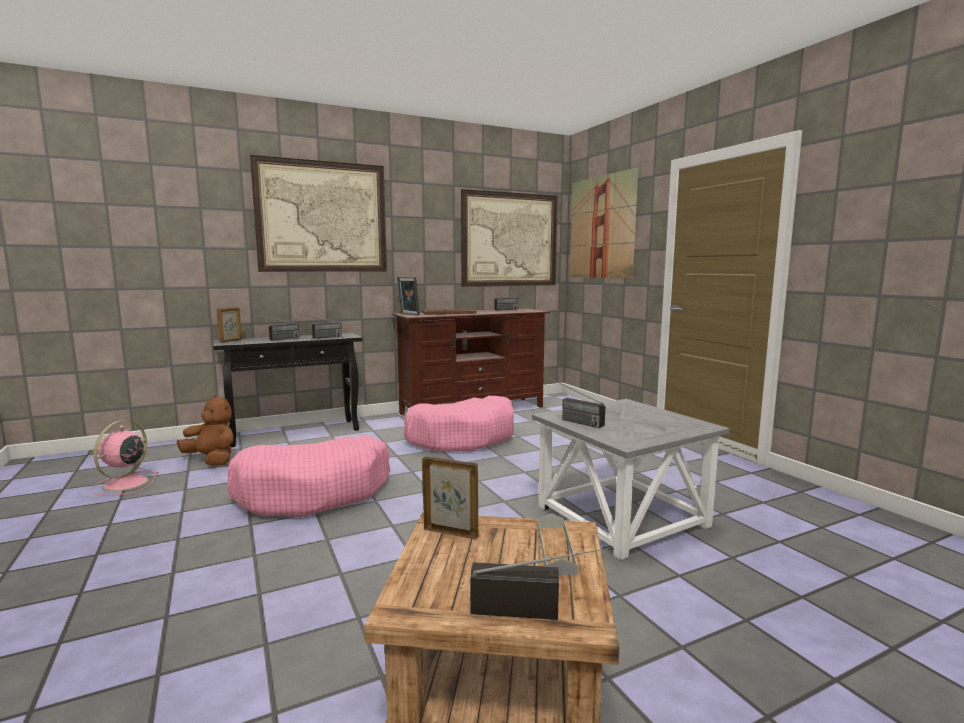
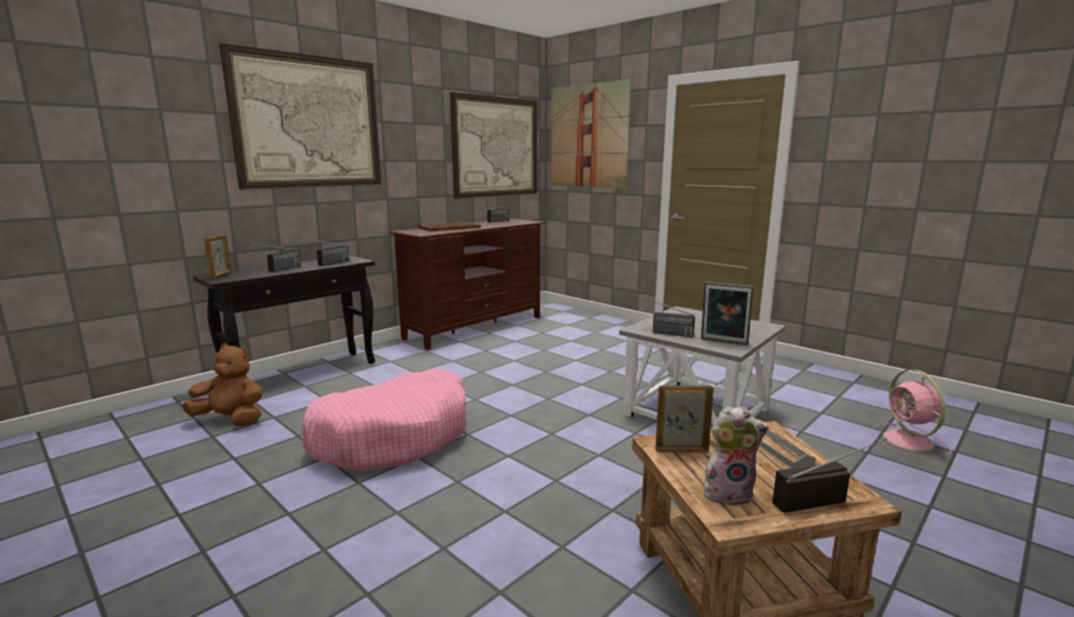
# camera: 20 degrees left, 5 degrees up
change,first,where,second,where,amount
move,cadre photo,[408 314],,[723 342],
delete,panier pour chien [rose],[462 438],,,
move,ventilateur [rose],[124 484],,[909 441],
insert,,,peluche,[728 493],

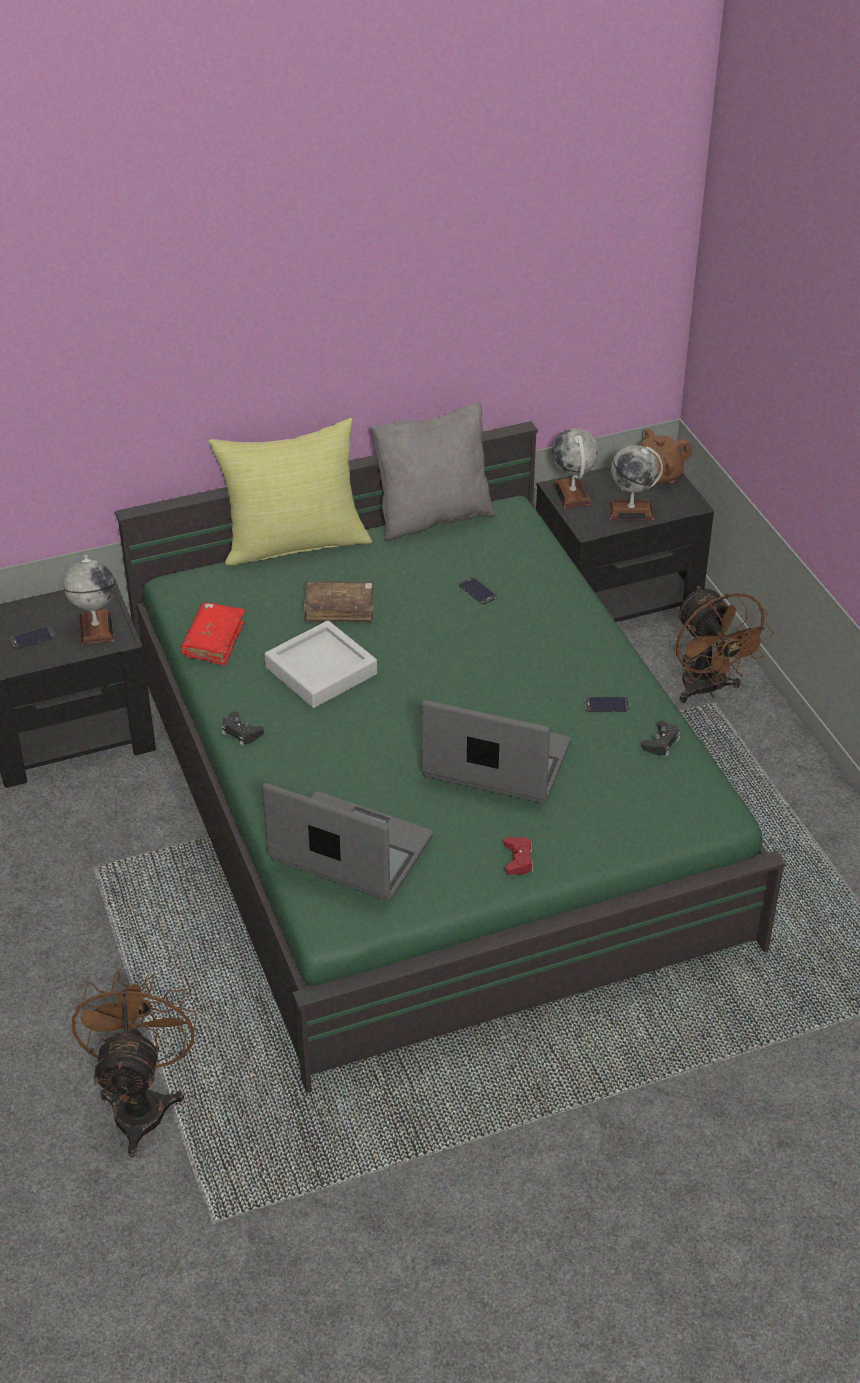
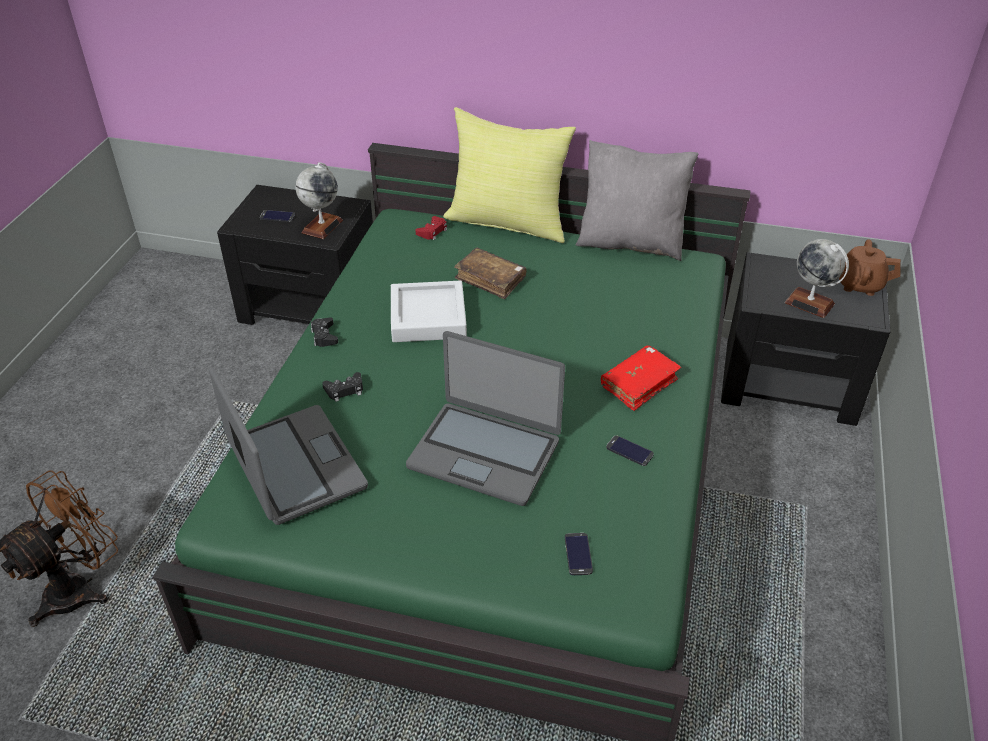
# camera: 35 degrees right, 0 degrees up
change,first,where,second,where,amount
delete,globe,[572 494],,,
move,téléphone,[477 591],,[578 554],
delete,ventilateur [marron],[707 690],,,
move,livre [rouge],[214 641],,[639 384],
rotate,ordinateur portable,[495 762],,[485 452],150 degrees clockwise
move,manette [noir],[661 743],,[345 390],
move,manette [rouge],[518 859],,[432 231],

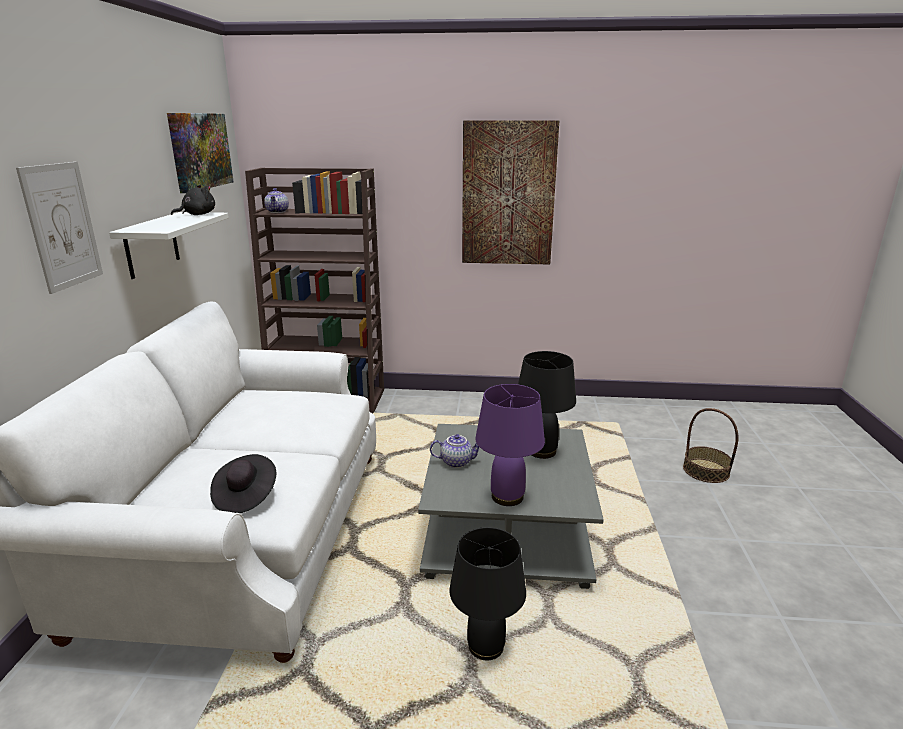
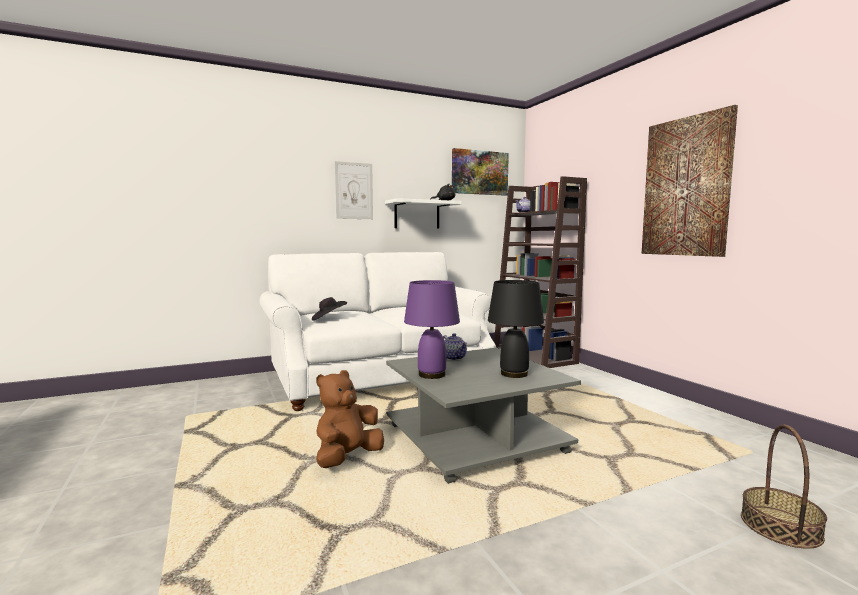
# camera: 60 degrees right, 15 degrees down
change,first,where,second,where,amount
replace,lampe de table [noir],[485 647],peluche [marron],[347 458],

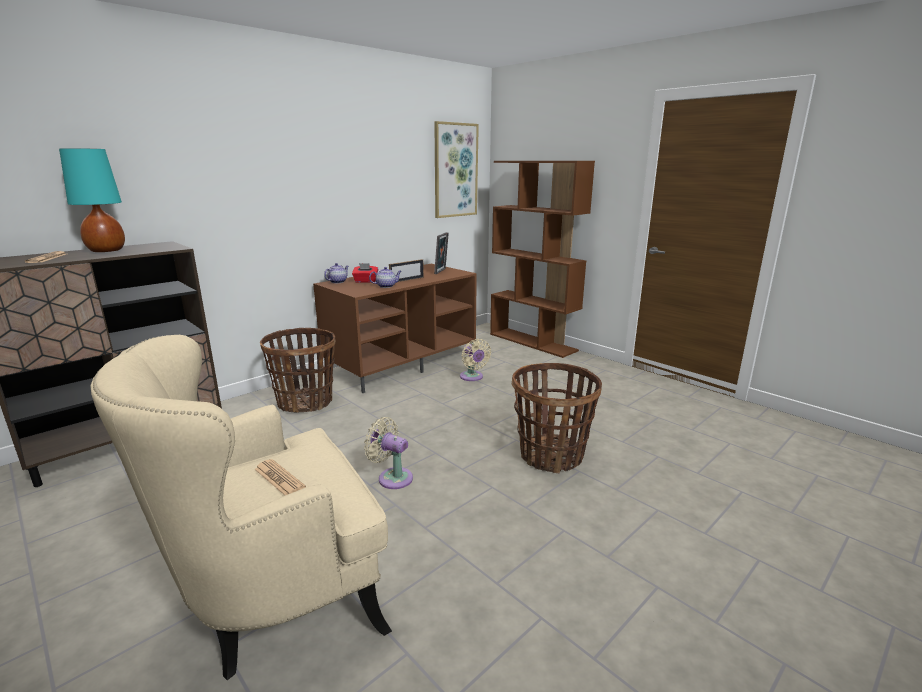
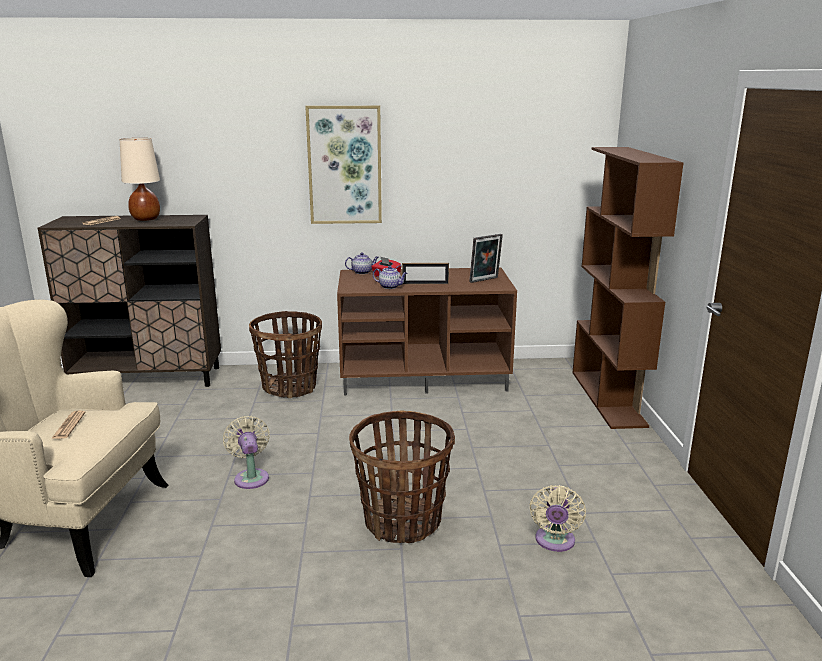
# camera: 40 degrees right, 0 degrees up
change,first,where,second,where,amount
move,tableau,[455 170],,[344 165],
recolor,lampe de table [turquoise],[107 251],lampe de table [beige],[146 219],
move,ventilateur [beige],[472 377],,[554 542],

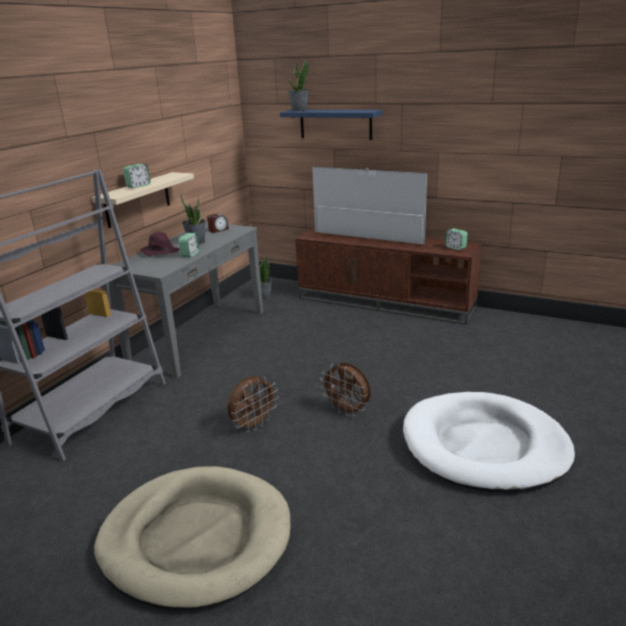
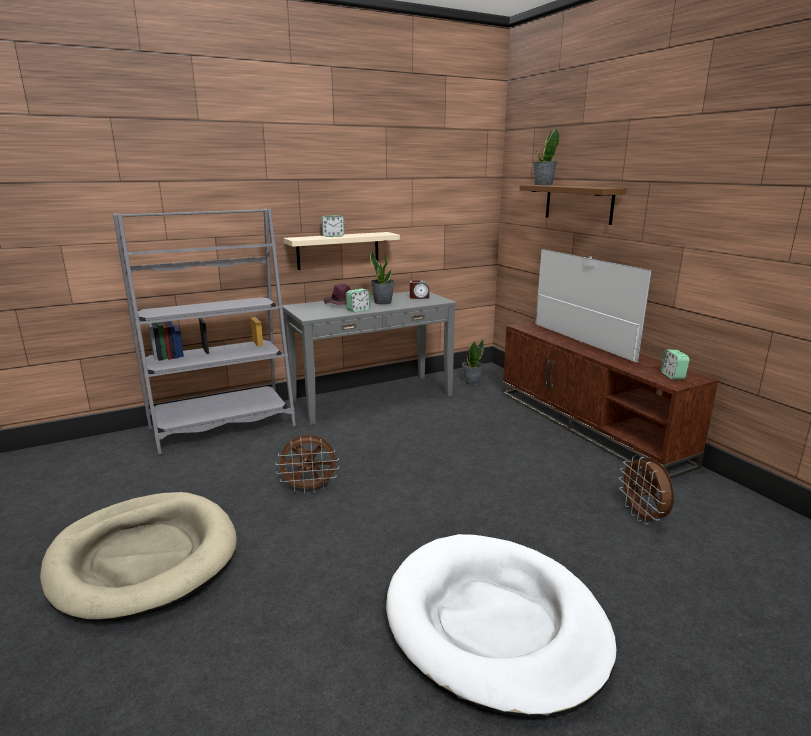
# camera: 35 degrees right, 5 degrees down
change,first,where,second,where,amount
recolor,étagère [bleu],[335 124],étagère [marron],[578 203],
move,ventilateur [marron],[347 411],,[643 517],

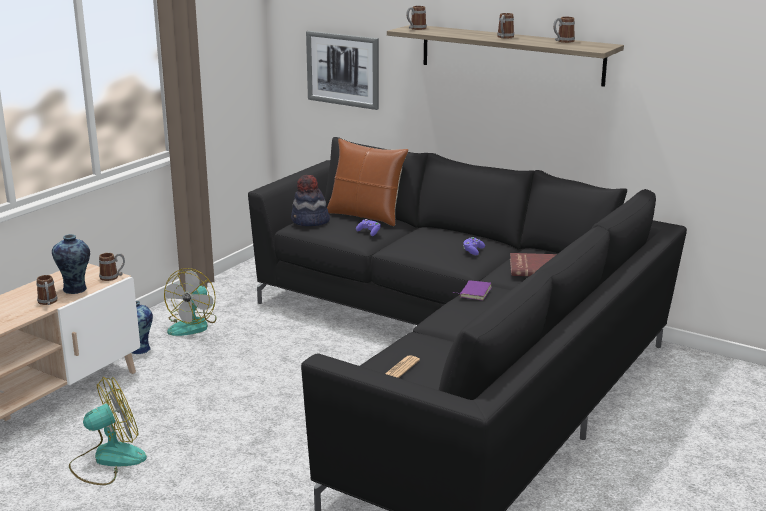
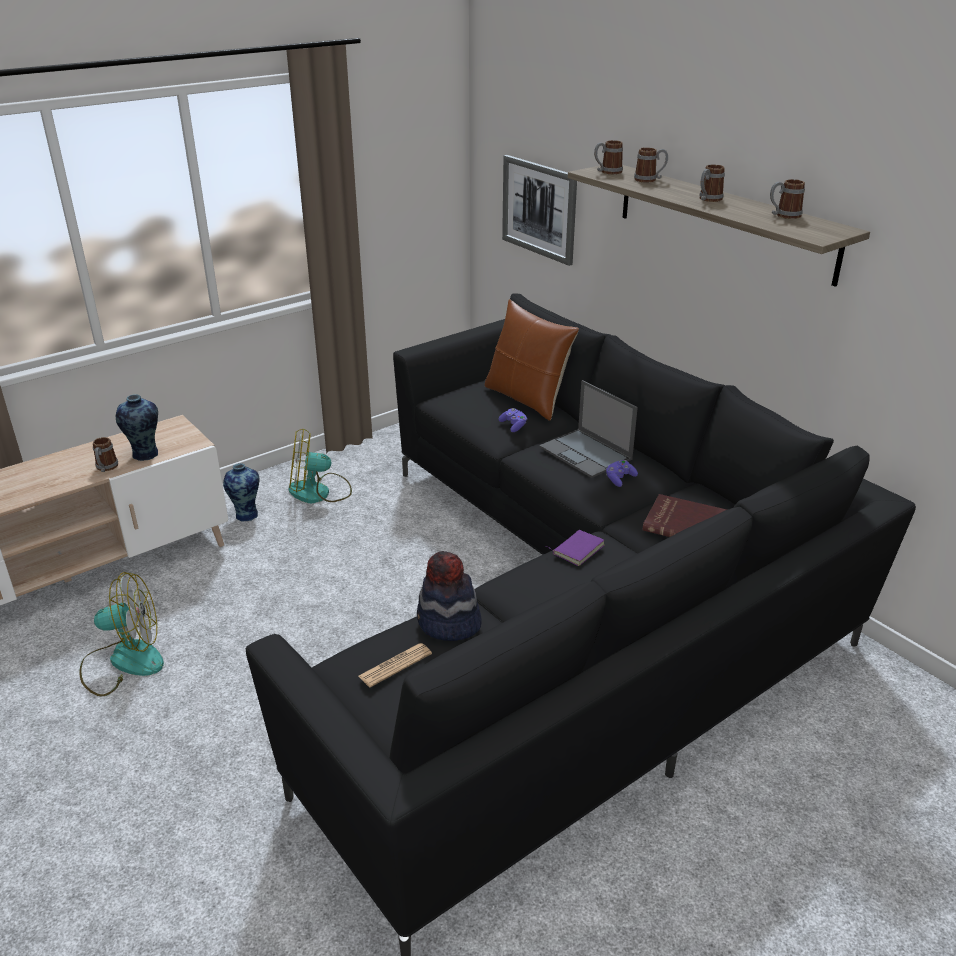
# camera: 20 degrees right, 10 degrees up
change,first,where,second,where,amount
move,chapeau,[310 221],,[448 623],
move,mug,[113 277],,[649 180],
rotate,ventilateur,[193 325],,[319 492],45 degrees clockwise
insert,,,ordinateur portable,[586 453],

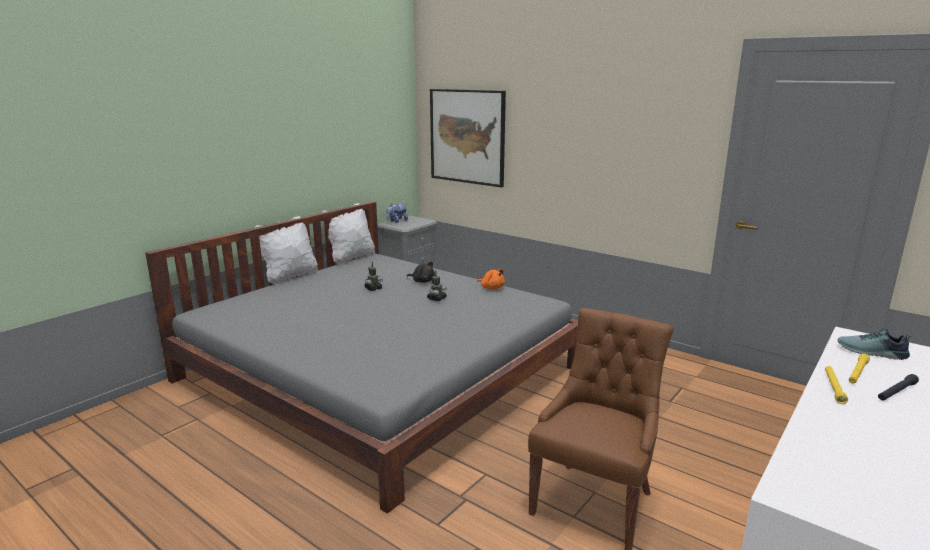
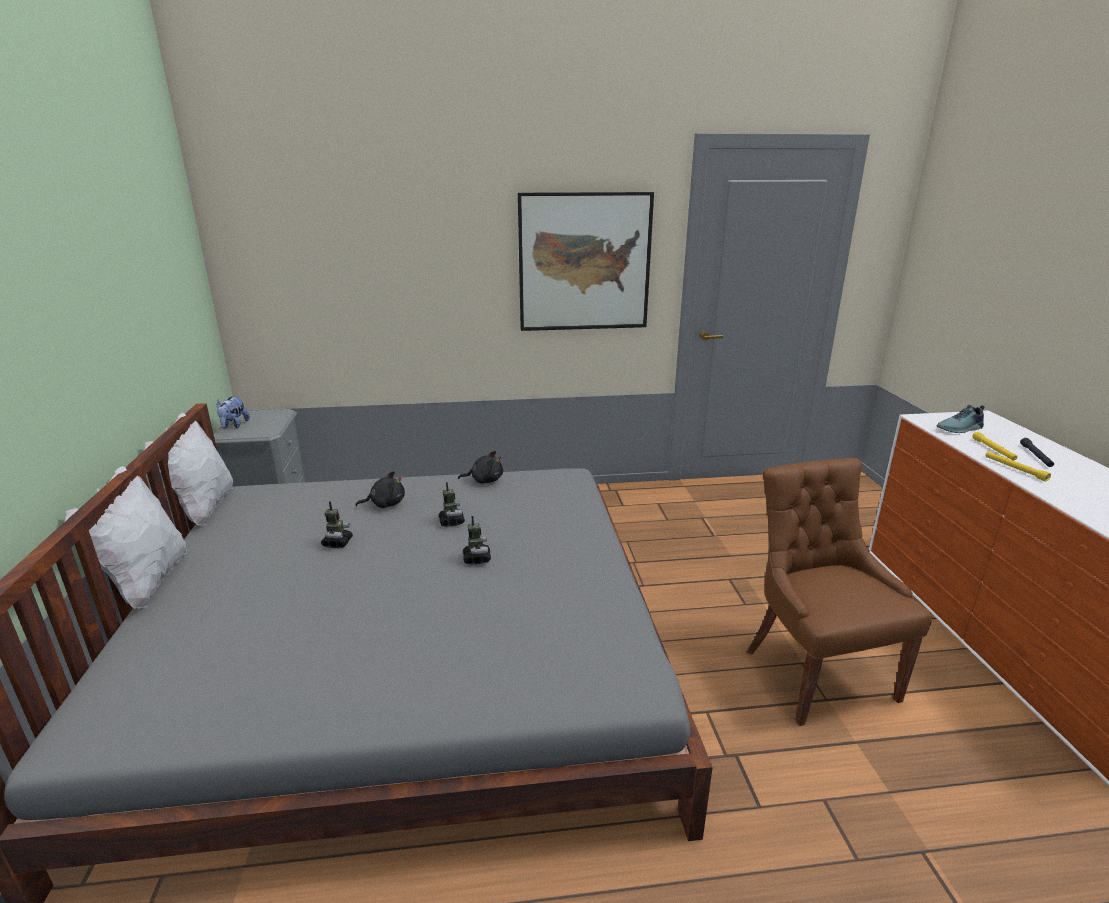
# camera: 45 degrees left, 5 degrees up
change,first,where,second,where,amount
move,tableau,[467 136],,[584 262],
recolor,peluche [orange],[492 288],peluche [noir],[484 480],
insert,,,robot jouet,[477 559],

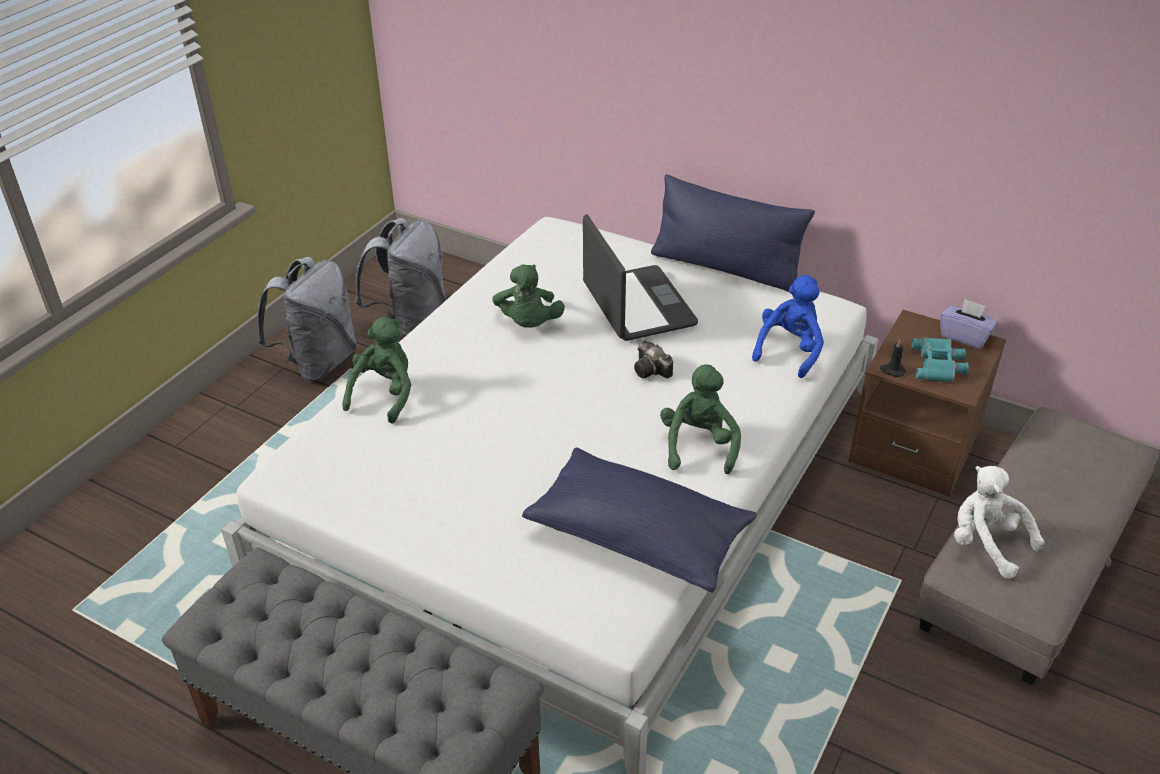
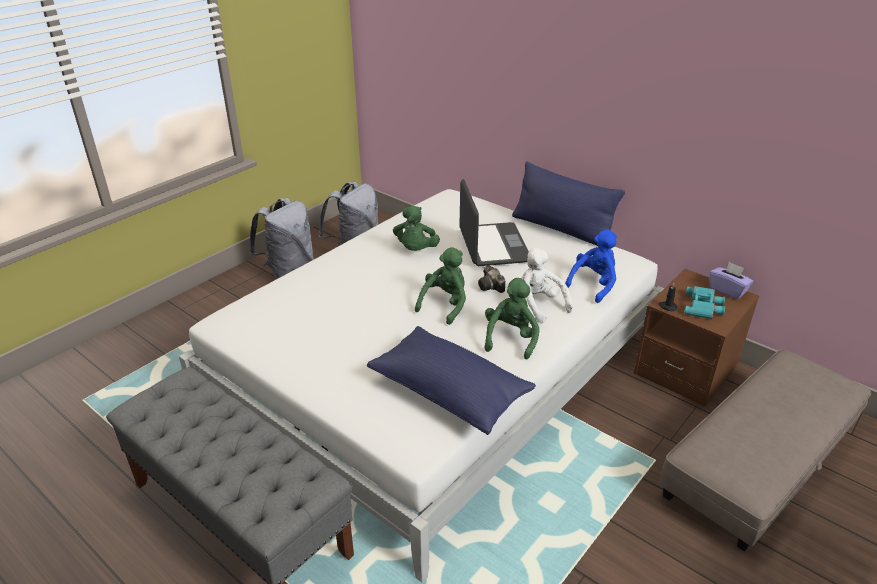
# camera: 10 degrees right, 5 degrees down
change,first,where,second,where,amount
move,peluche [vert],[385 394],,[445 305],
move,peluche [blanc],[986 544],,[537 305],

